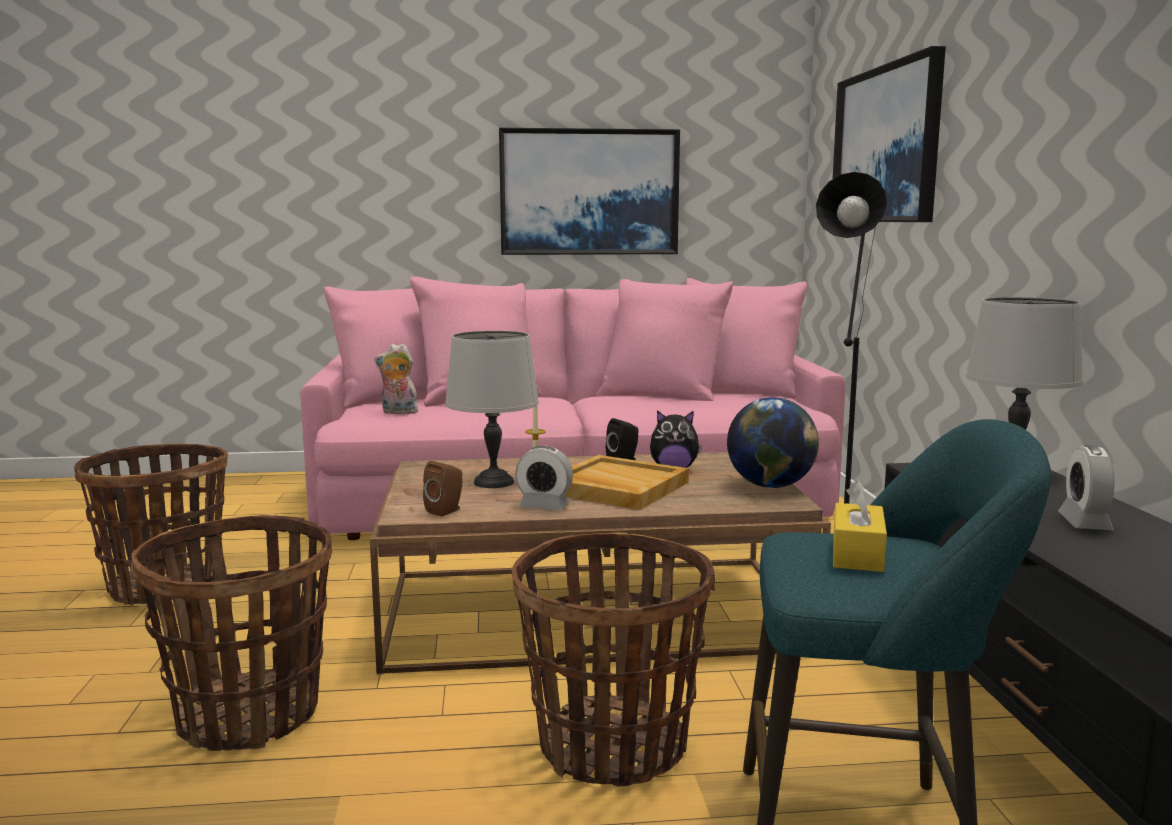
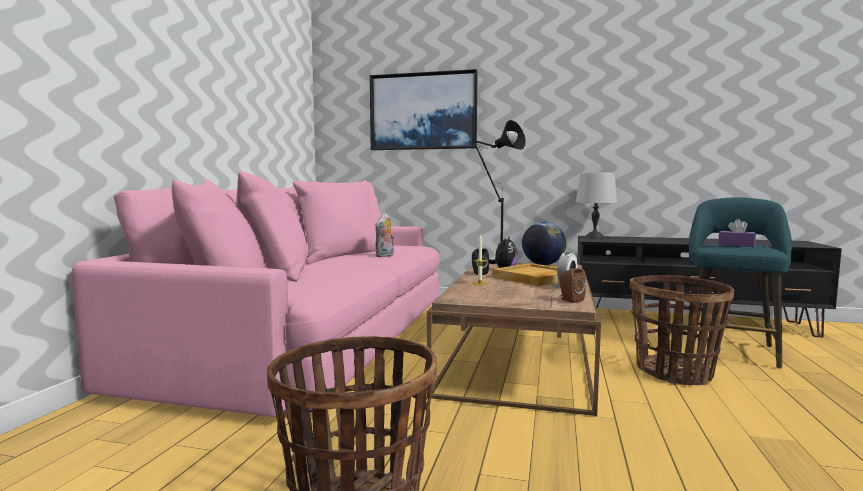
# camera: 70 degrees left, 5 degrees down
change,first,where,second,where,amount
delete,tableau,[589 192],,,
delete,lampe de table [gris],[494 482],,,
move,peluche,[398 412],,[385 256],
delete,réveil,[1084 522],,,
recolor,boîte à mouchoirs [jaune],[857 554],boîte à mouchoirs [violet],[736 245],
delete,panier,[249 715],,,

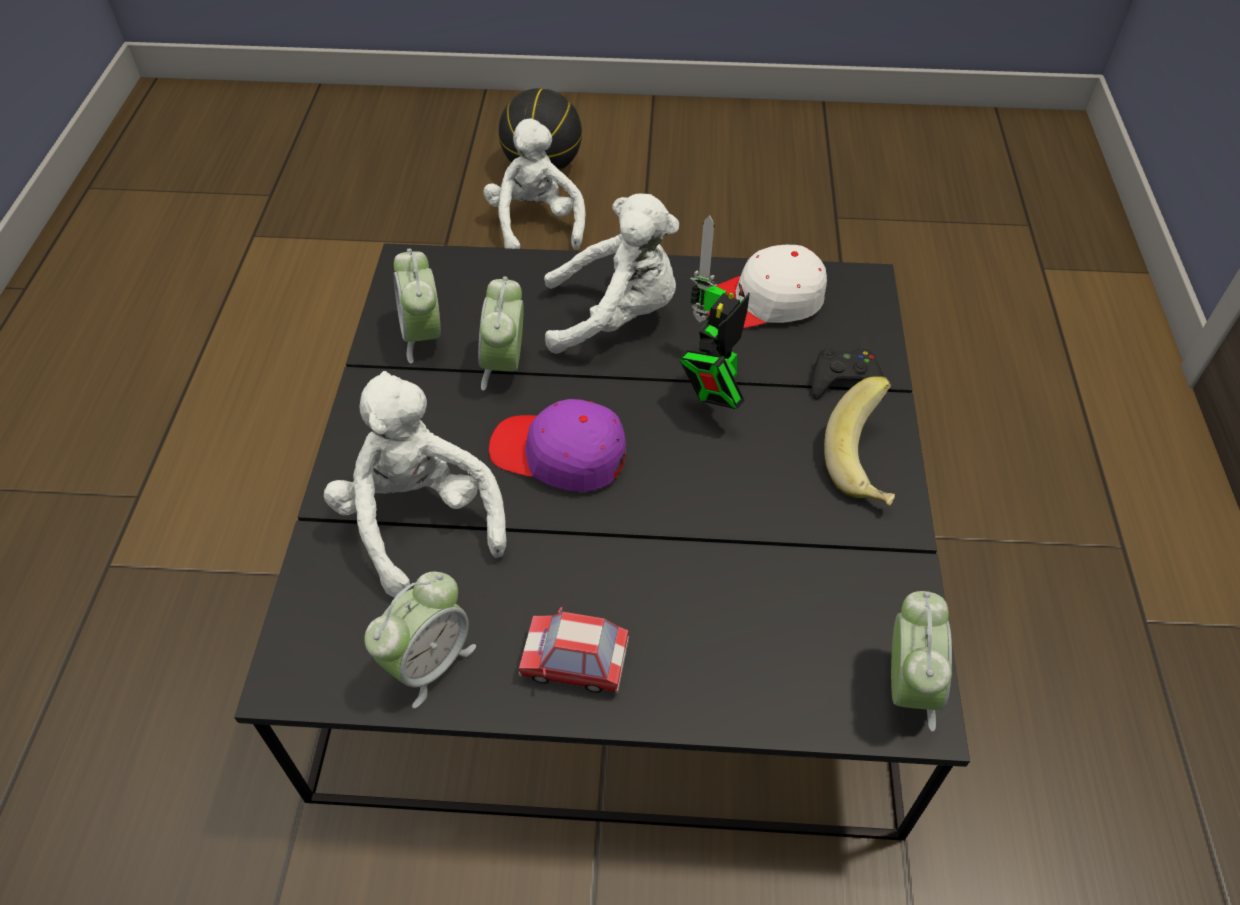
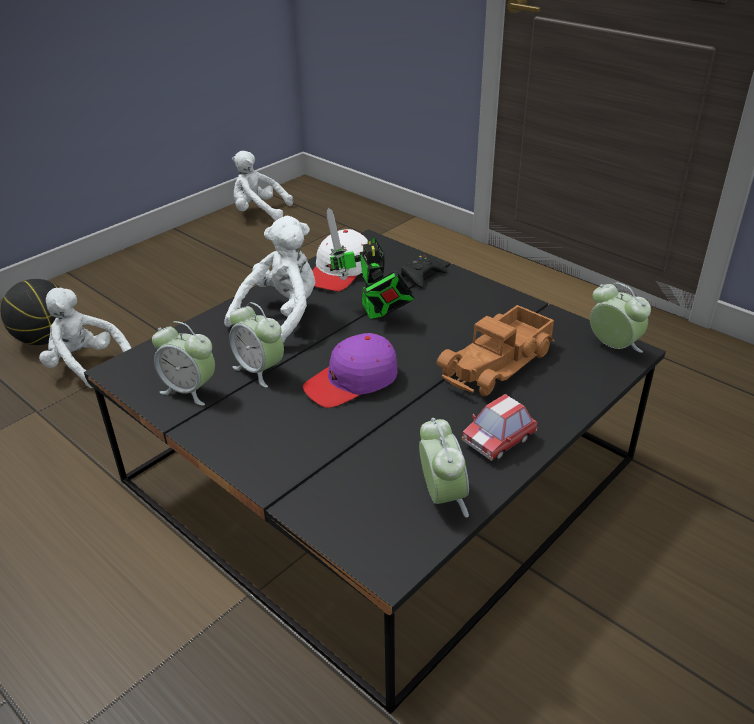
# camera: 50 degrees left, 15 degrees down
change,first,where,second,where,amount
move,peluche [blanc],[419 520],,[259 212],
delete,banane,[867 464],,,
insert,,,camion jouet,[498 363],

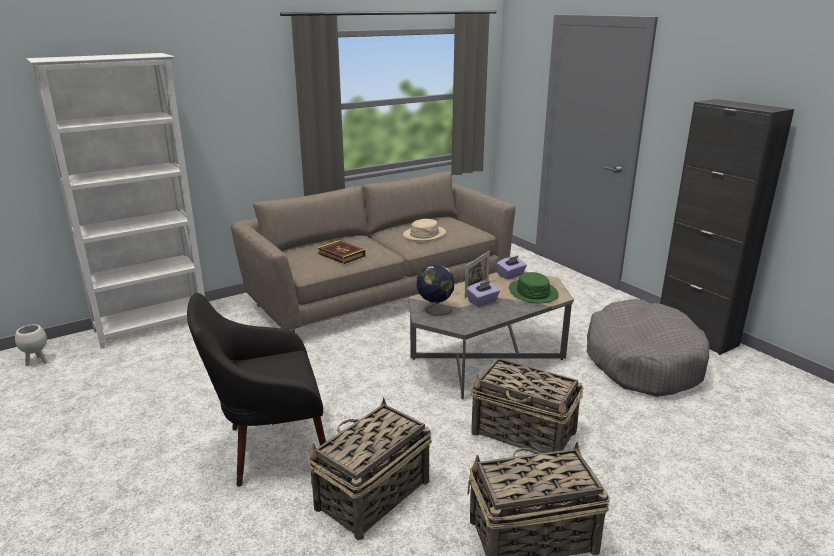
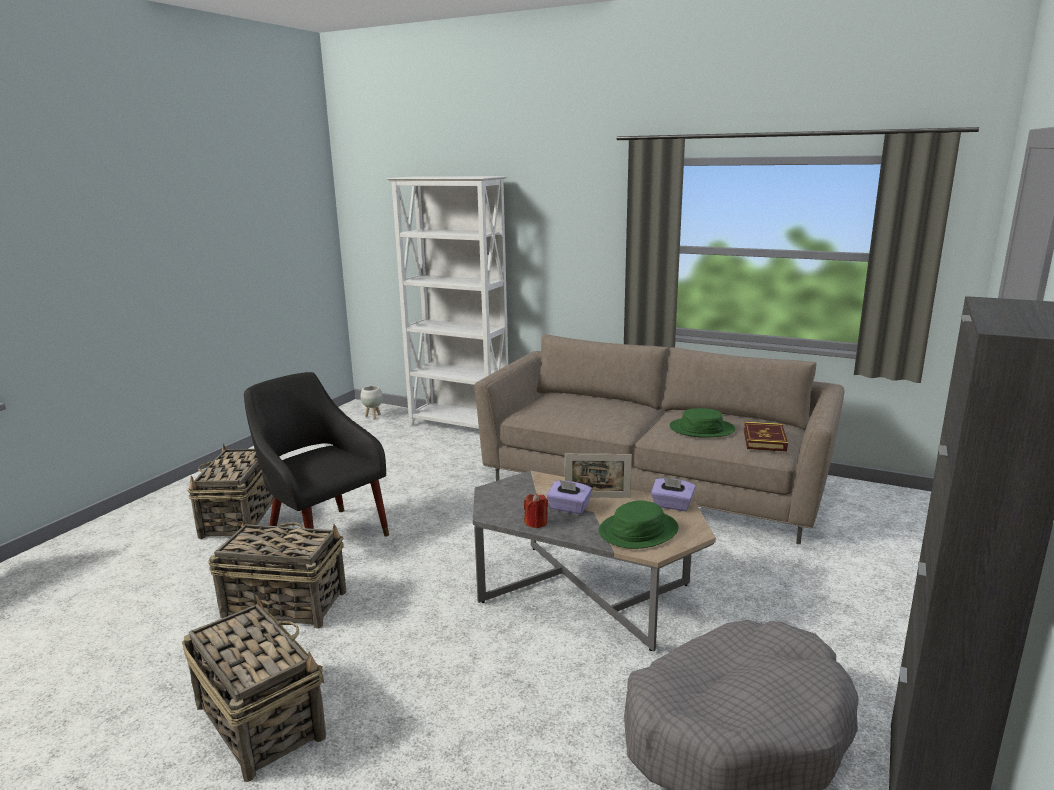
# camera: 60 degrees right, 5 degrees down
change,first,where,second,where,amount
recolor,chapeau [beige],[424 234],chapeau [vert],[701 429],
move,livre,[341 255],,[764 440],
delete,globe,[435 310],,,
move,panier,[524 433],,[239 518],
insert,,,bougie [rouge],[536 523],

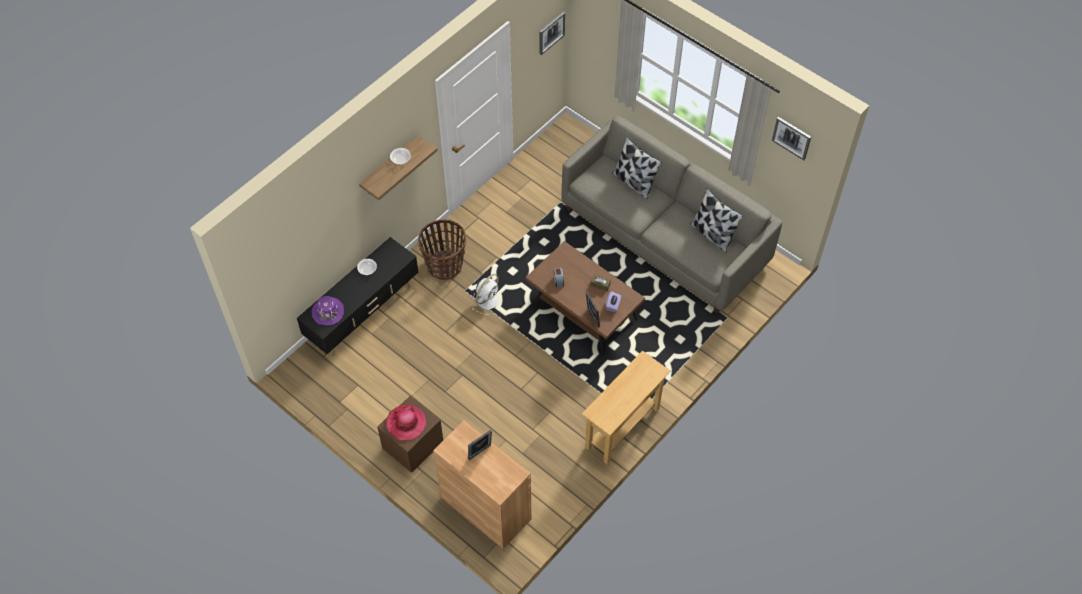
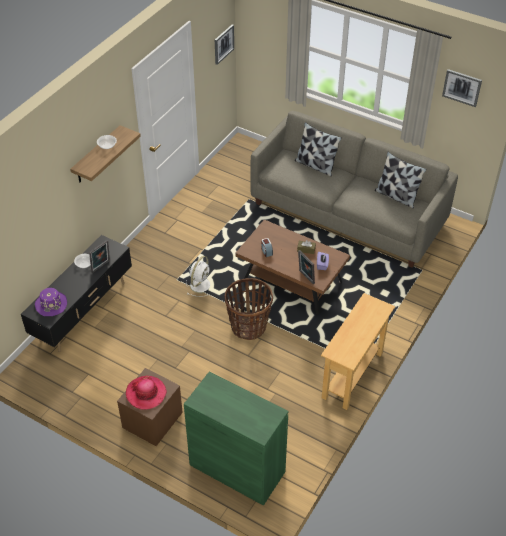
# camera: 10 degrees left, 10 degrees down
change,first,where,second,where,amount
move,panier,[444 265],,[248 326],
recolor,meuble de rangement [marron],[485 508],meuble de rangement [vert],[237 468],
move,cadre photo,[480 453],,[101 267],

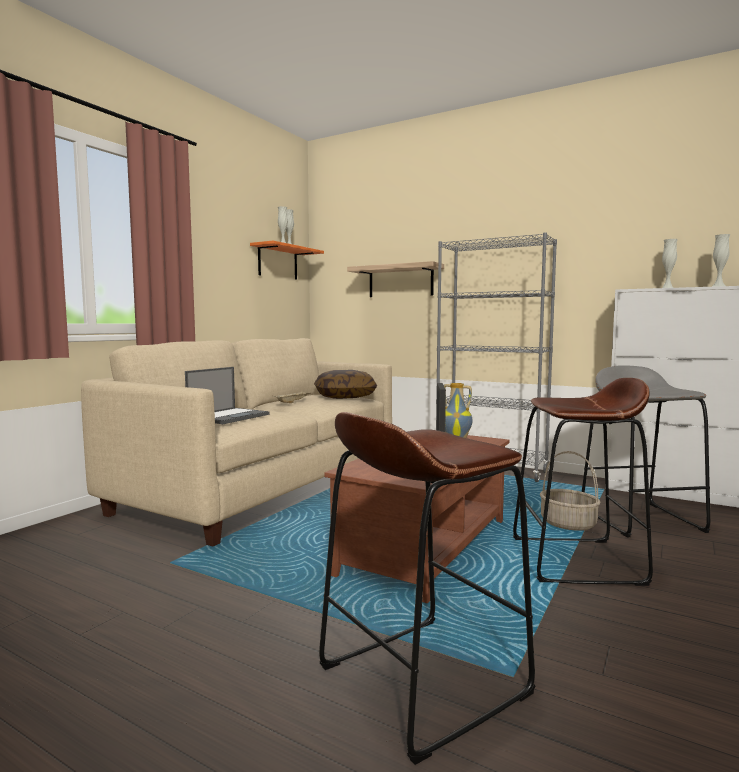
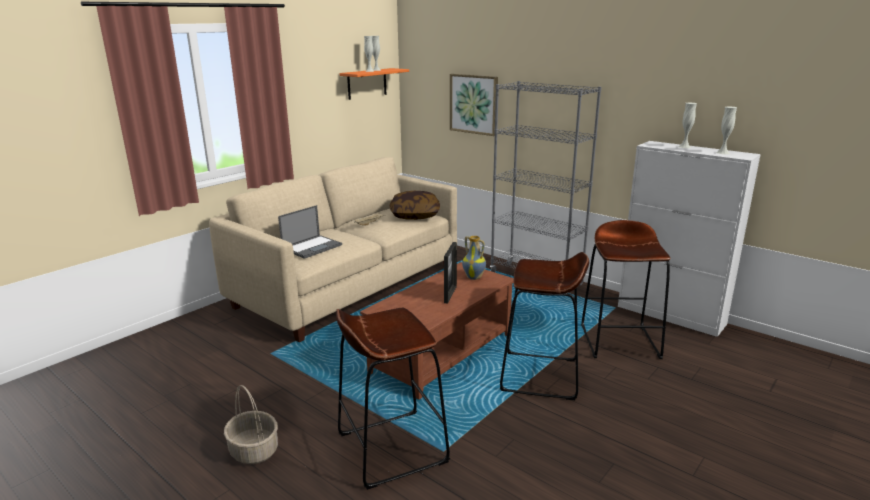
# camera: 10 degrees right, 15 degrees up
change,first,where,second,where,amount
replace,étagère,[400 281],tableau,[474 104],
recolor,tabouret [gris],[640 519],tabouret [marron],[619 341],
move,panier,[567 524],,[253 450],

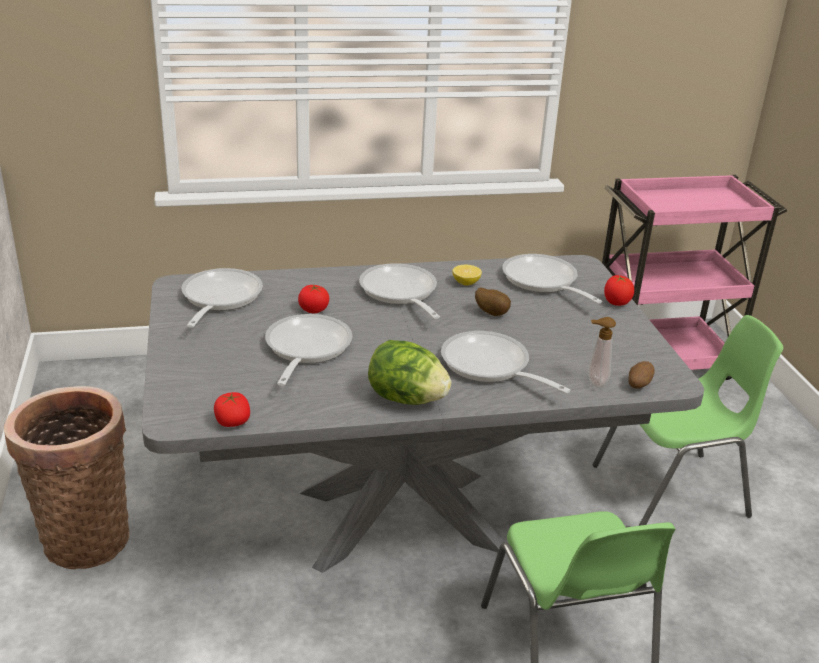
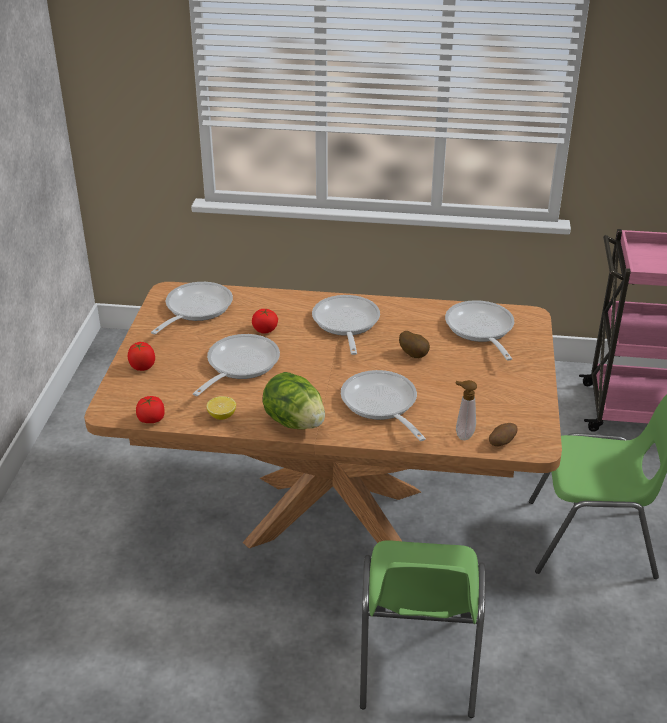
# camera: 20 degrees right, 5 degrees up
change,first,where,second,where,amount
recolor,table à manger [gris],[400 518],table à manger [marron],[333 515],
move,citron,[466 283],,[222 416],
move,tomate,[616 303],,[142 367],
delete,panier,[84 536],,,

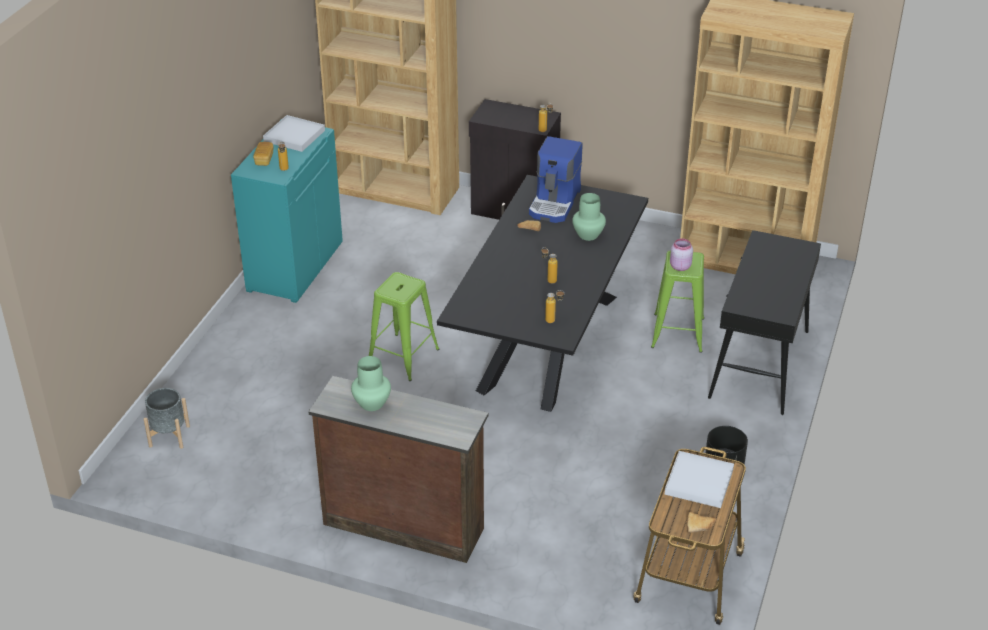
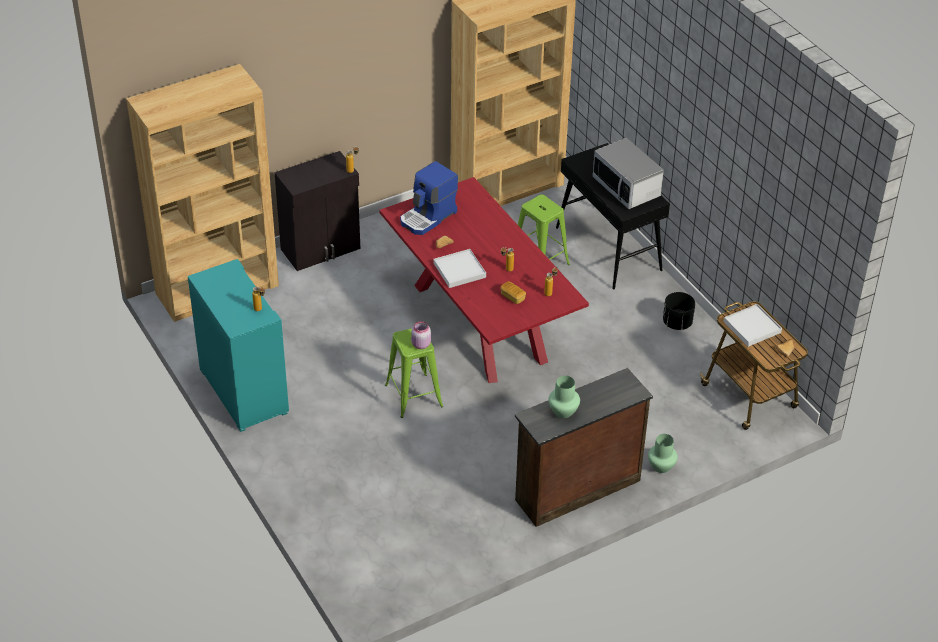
# camera: 50 degrees left, 5 degrees up
change,first,where,second,where,amount
move,plateau [blanc],[294 136],,[459 270],
rotate,machine à café,[555 203],,[428 217],75 degrees clockwise
move,pain,[264 159],,[512 297],
recolor,table à manger [noir],[547 343],table à manger [rouge],[480 322],
move,vase [vert],[587 235],,[661 467],
move,bocal [rose],[679 266],,[420 345],
delete,cache-pot [gris],[169 436],,,
insert,,,micro-ondes,[626 188],

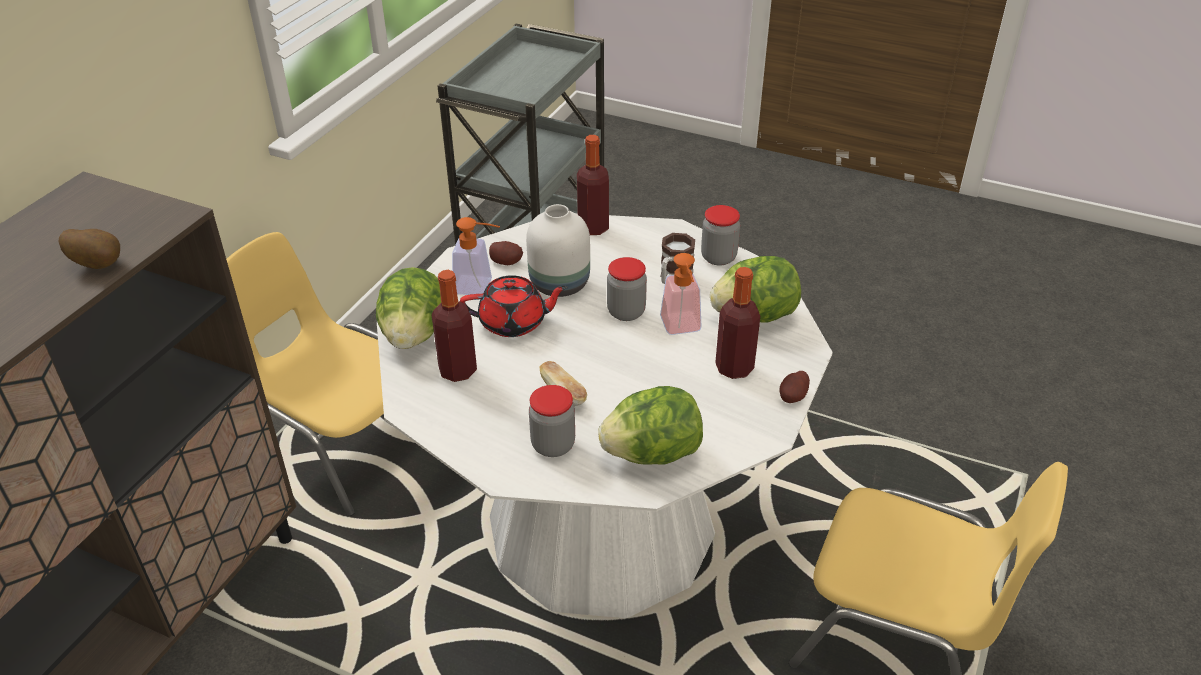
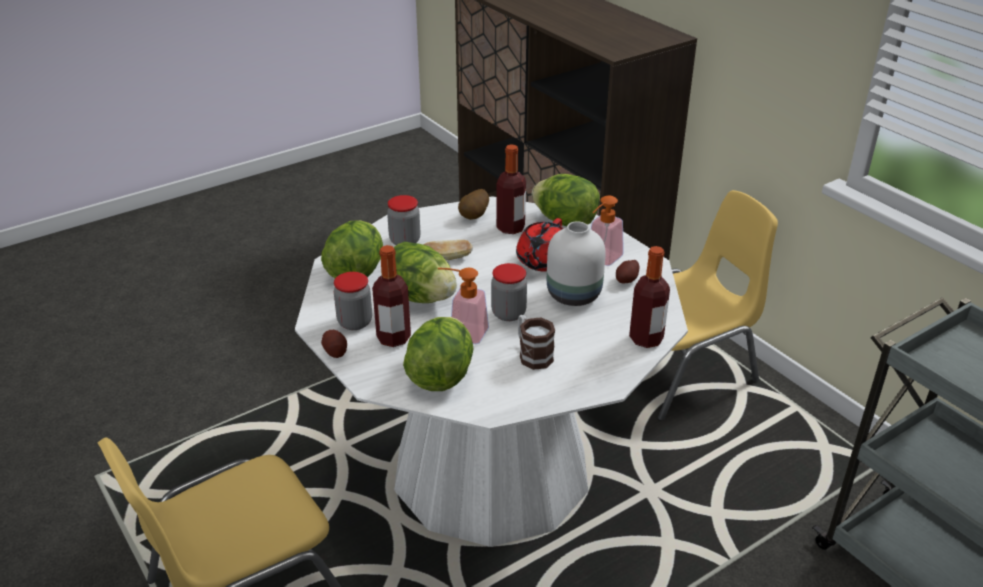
# camera: 120 degrees right, 5 degrees down
change,first,where,second,where,amount
move,bocal,[718 257],,[355 322],
move,pomme de terre,[99 264],,[475 217],
insert,,,laitue,[420 297],

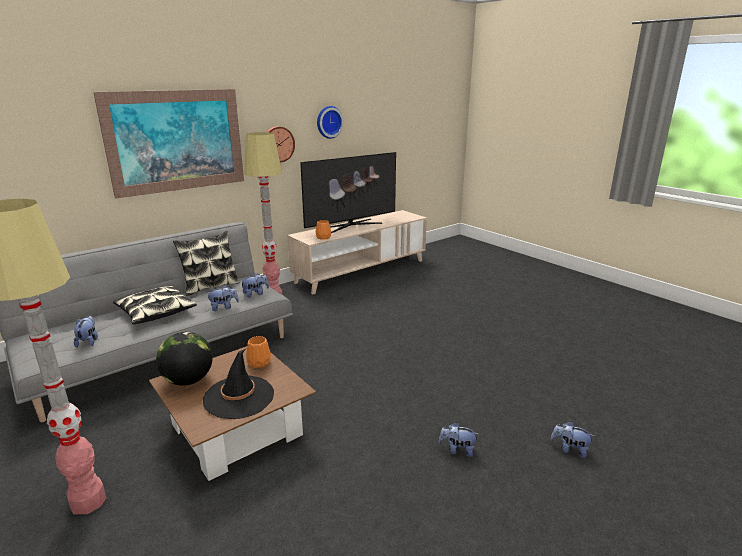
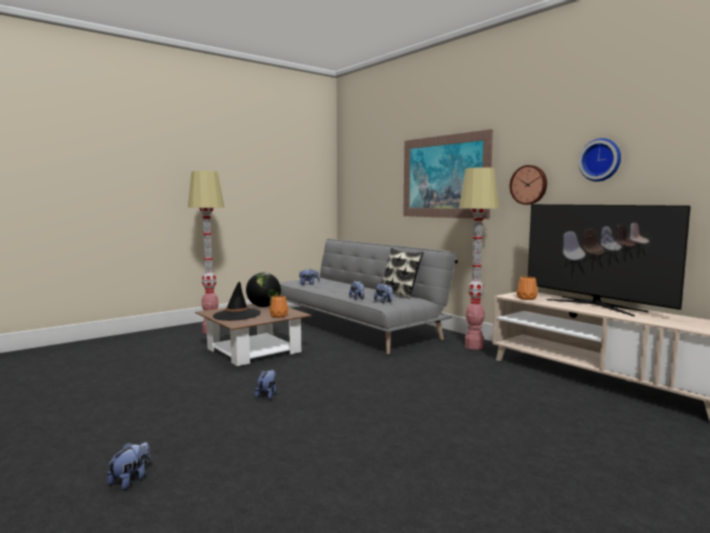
# camera: 90 degrees right, 15 degrees down
change,first,where,second,where,amount
delete,coussin,[156 312],,,
move,peluche,[457 450],,[267 395],

